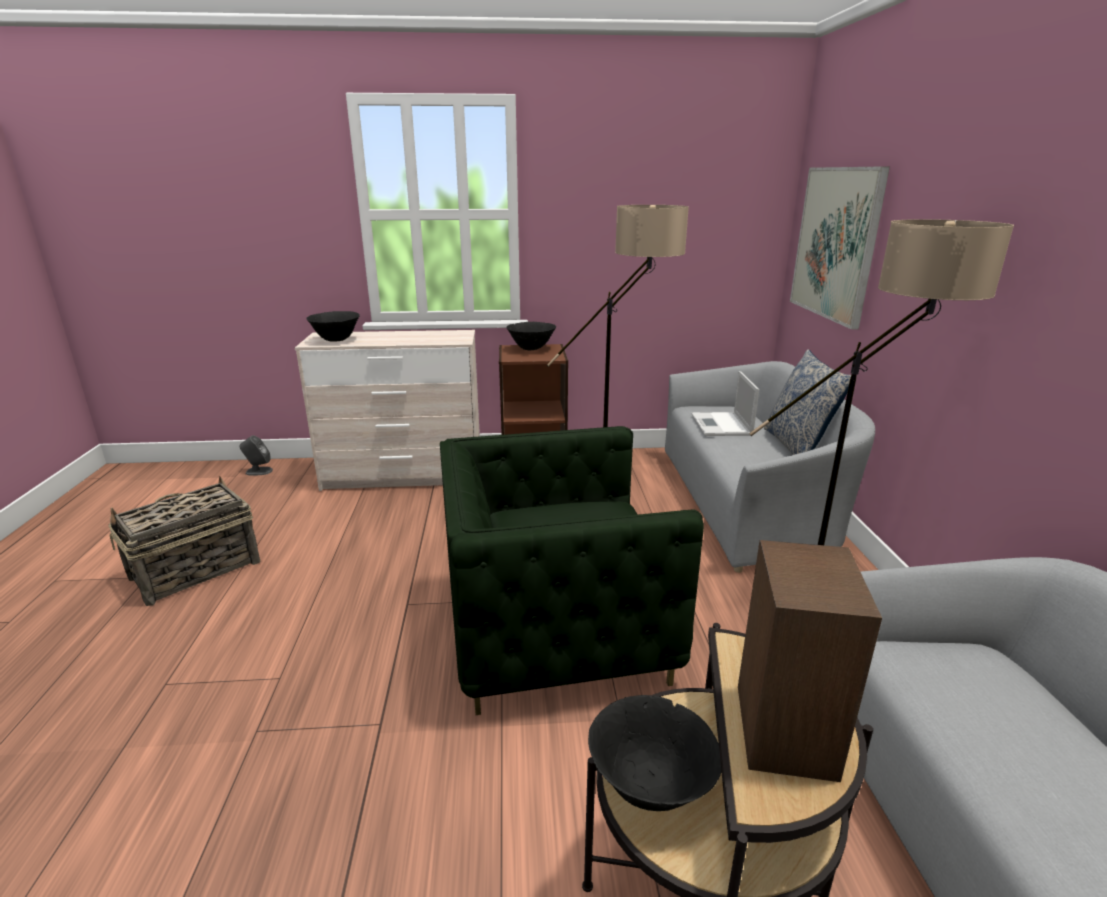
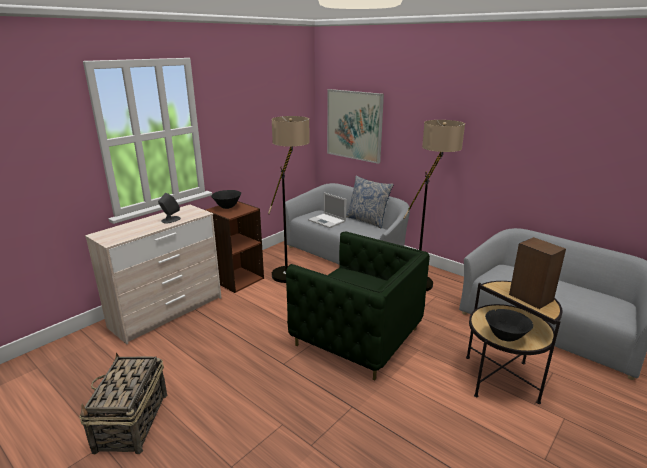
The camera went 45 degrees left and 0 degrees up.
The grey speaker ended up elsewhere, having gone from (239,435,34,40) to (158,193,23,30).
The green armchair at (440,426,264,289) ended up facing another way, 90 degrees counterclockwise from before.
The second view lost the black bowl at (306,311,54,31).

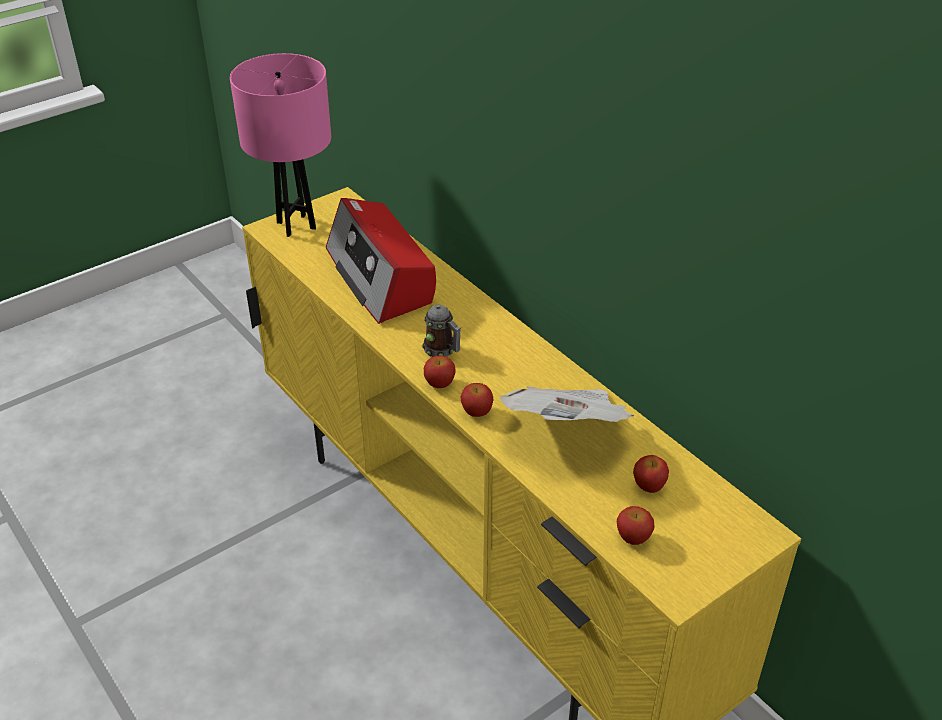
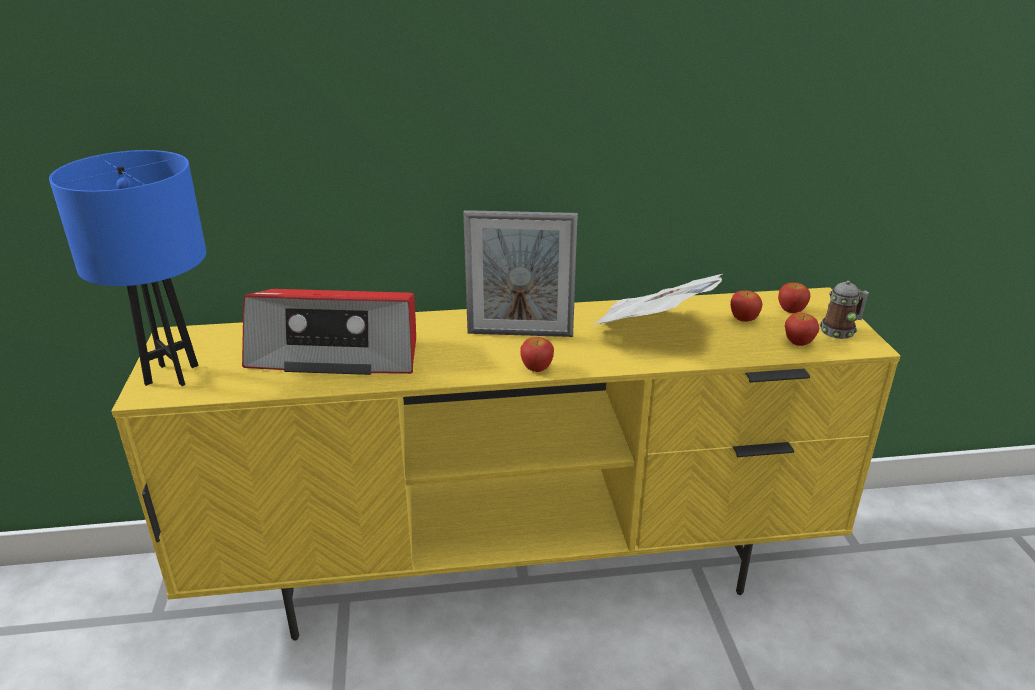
The camera went 60 degrees left and 10 degrees down.
What was the pink table lamp at (230,53,101,184) turned into the blue table lamp at (49,150,157,236).
The second view gained the picture frame at (463,210,115,127).
The apple ended up elsewhere, having gone from (461,383,32,34) to (778,282,32,31).
The mug ended up elsewhere, having gone from (422,305,39,52) to (819,281,50,58).

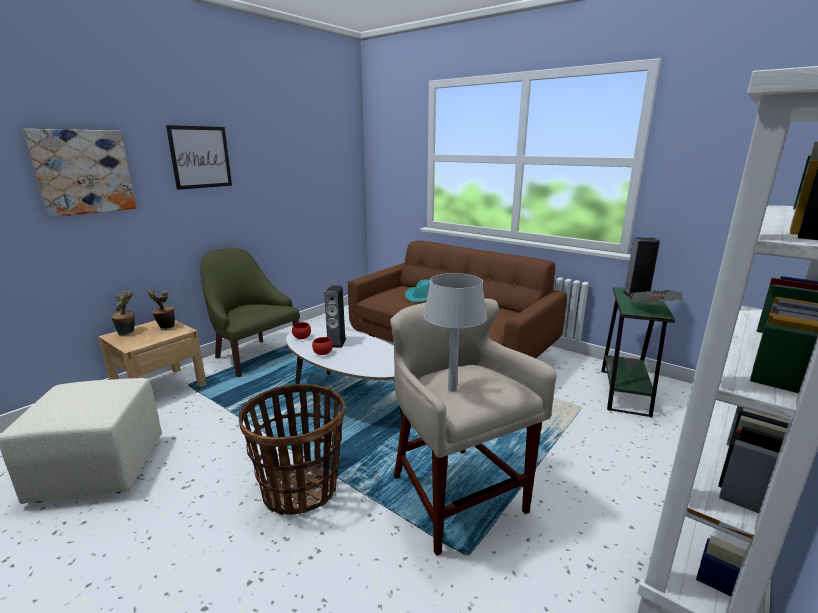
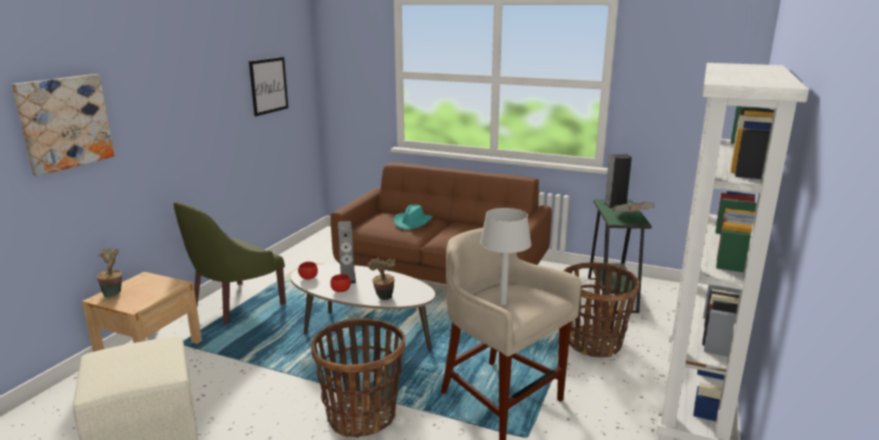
The camera went 15 degrees left and 0 degrees up.
The green armchair at (200,248,100,129) ended up facing another way, 75 degrees counterclockwise from before.
The picture ended up elsewhere, having gone from (166,125,66,65) to (249,57,39,59).
The potted plant ended up elsewhere, having gone from (147,289,28,40) to (368,258,28,42).
The second view gained the basket at (563,262,77,96).

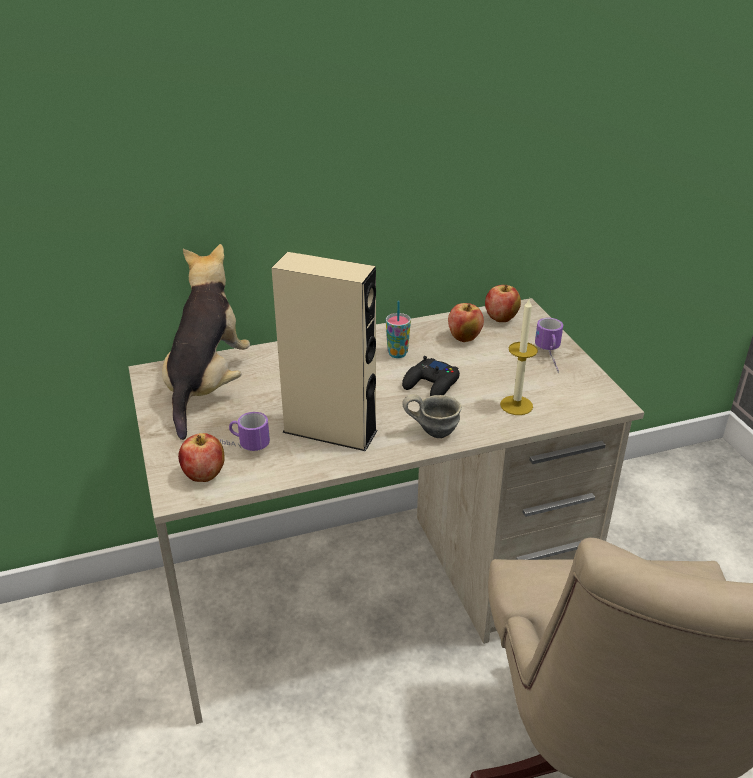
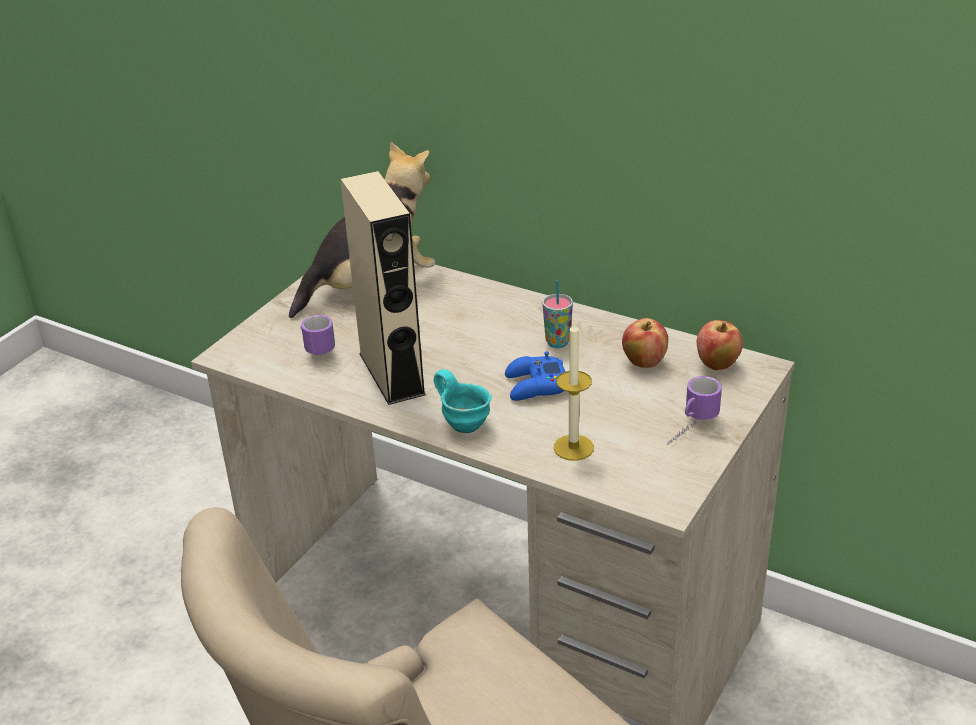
The camera went 50 degrees right and 0 degrees up.
What was the grey mug at (402,394,60,44) turned into the turquoise mug at (434,369,57,64).
What was the black game controller at (402,356,58,40) turned into the blue game controller at (505,351,60,50).
The second view lost the apple at (178,433,47,49).

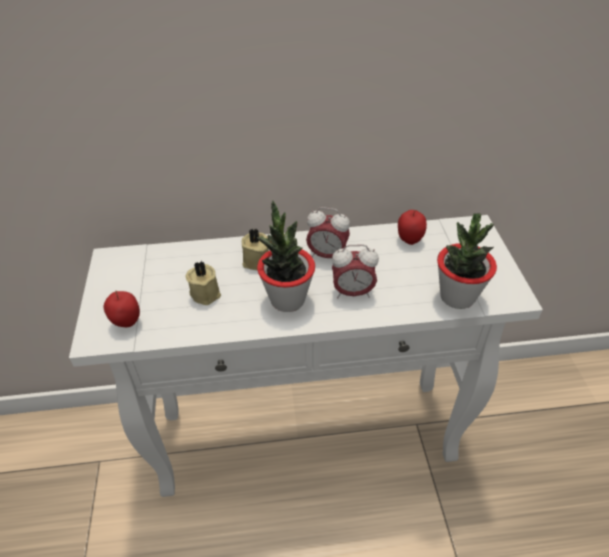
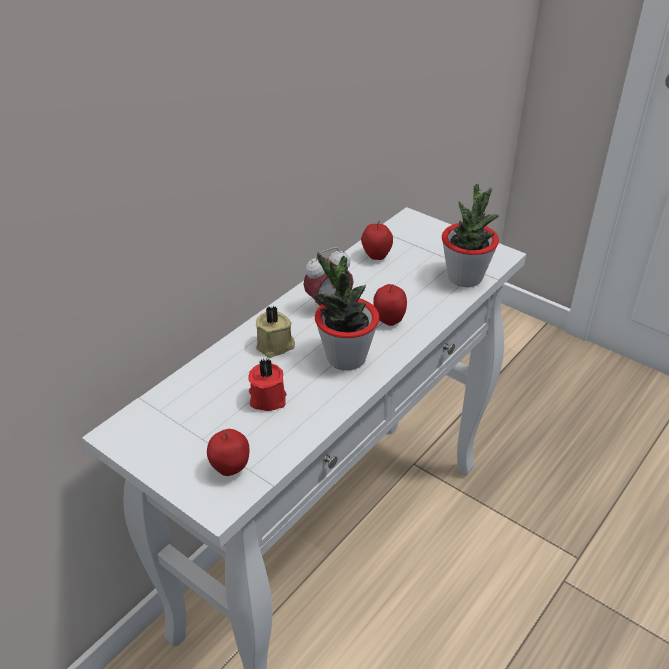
The camera went 45 degrees left and 5 degrees down.
What was the beige candle at (186,261,35,44) turned into the red candle at (248,358,39,53).
Where the alarm clock stood at (332,245,47,53), the apple came to stand at (373,284,34,42).

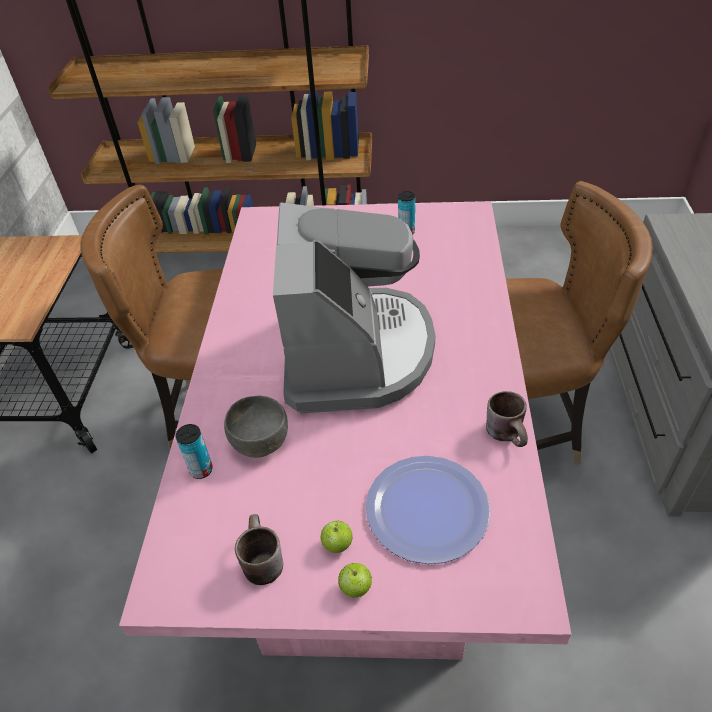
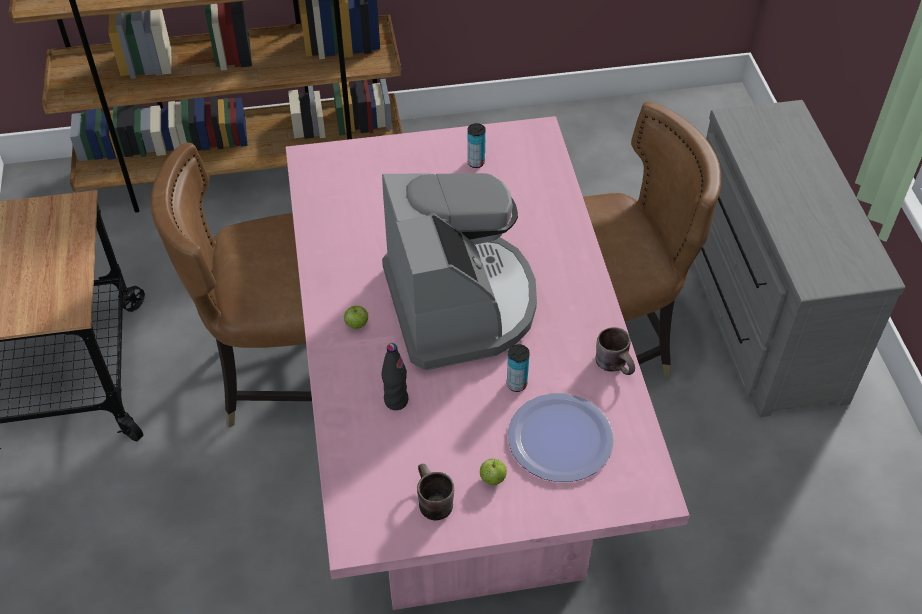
The camera went 15 degrees left and 5 degrees up.
The apple ended up elsewhere, having gone from (338,563,34,35) to (344,306,24,23).
Where the grey bowl stood at (224,396,64,62), the black bottle came to stand at (382,343,26,67).
The can ended up elsewhere, having gone from (175,424,38,55) to (507,344,23,48).

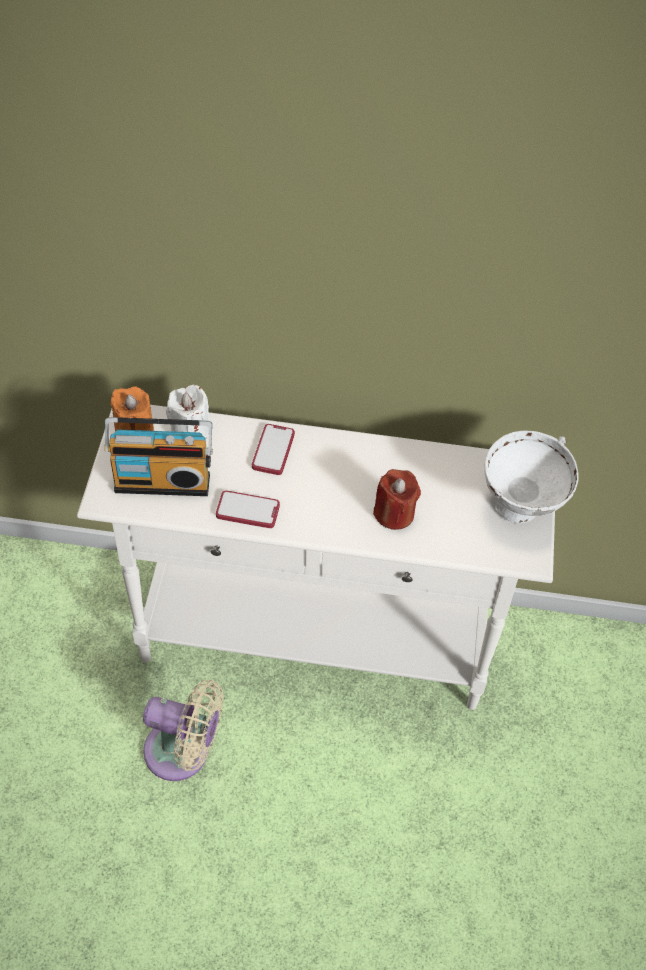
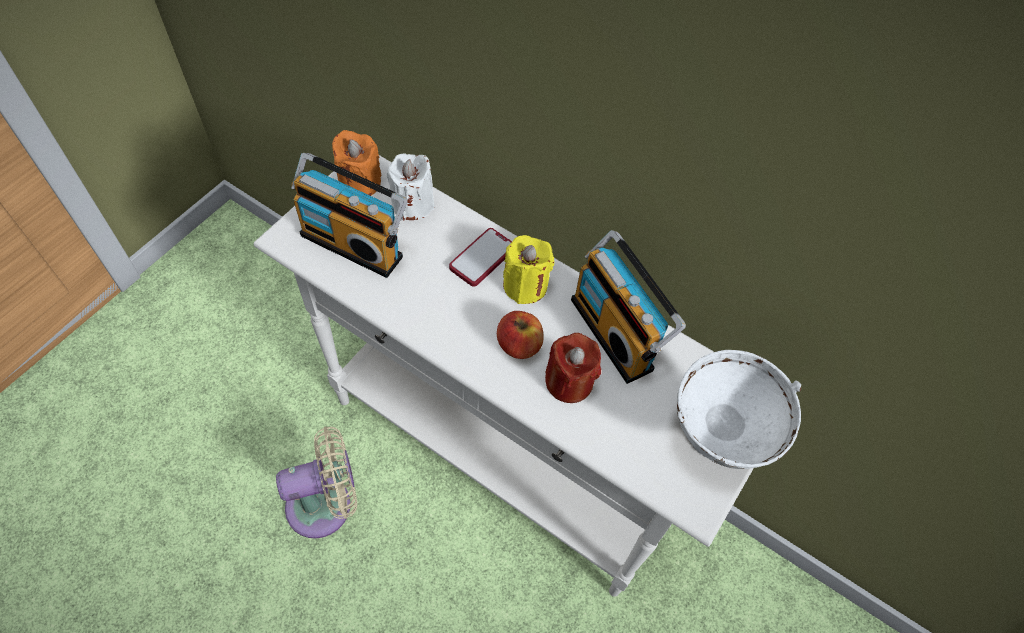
The camera went 25 degrees right and 5 degrees up.
The beige fan at (143,680,81,101) ended up facing another way, 60 degrees counterclockwise from before.
The second view gained the apple at (497,311,47,48).
The second view gained the yellow candle at (503,235,51,69).
The second view gained the radio at (571,230,115,154).
The second view lost the phone at (216,490,64,38).

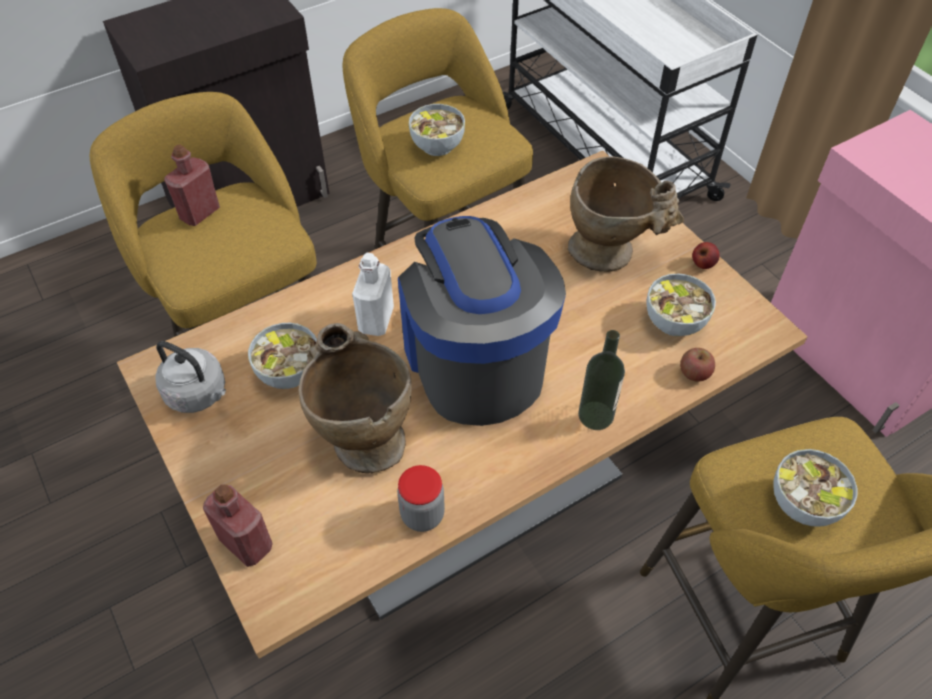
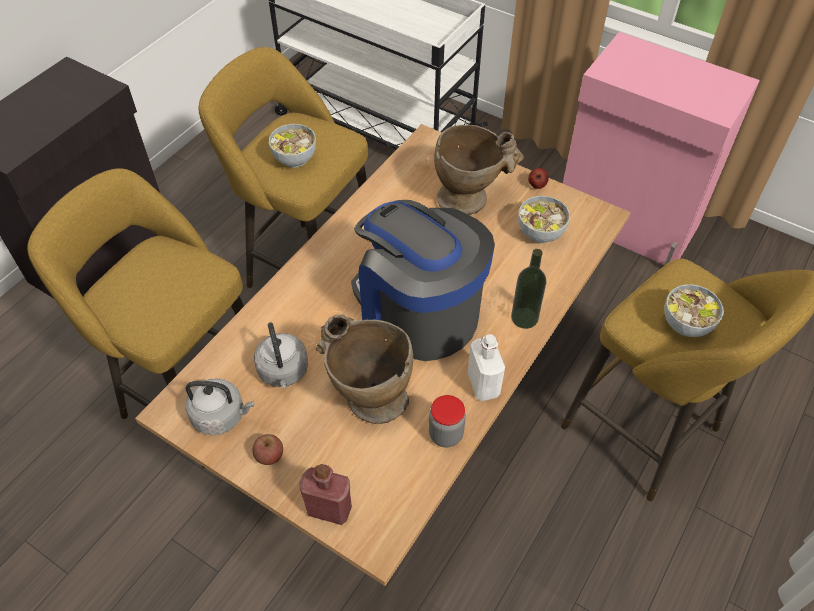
The camera went 25 degrees left and 0 degrees up.
The apple ended up elsewhere, having gone from (680,348,35,34) to (252,434,31,31).
Where the bowl stood at (248,323,69,66), the grey kettle came to stand at (254,322,54,66).
The white bottle ended up elsewhere, having gone from (352,253,42,83) to (468,334,37,67).
The second view lost the red bottle at (164,144,56,82).

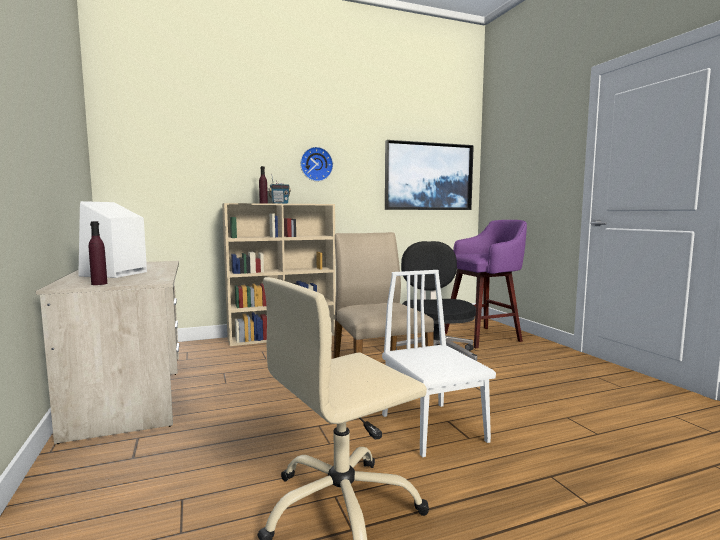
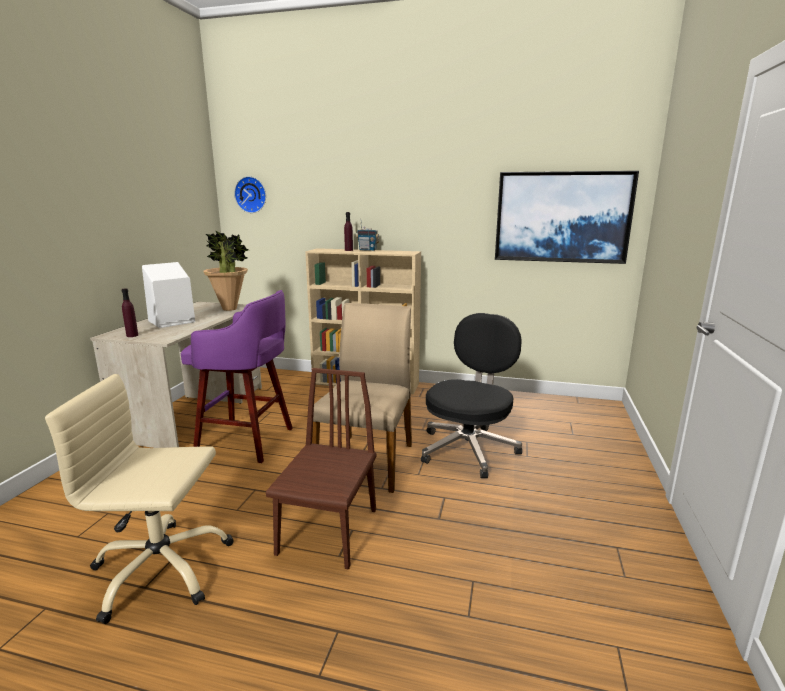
The camera went 35 degrees right and 10 degrees up.
The purple stool ended up elsewhere, having gone from (445,220,82,128) to (181,290,112,173).
The second view gained the potted plant at (203,231,45,80).
The wall clock ended up elsewhere, having gone from (300,147,33,34) to (234,176,32,37).
What was the white chair at (382,270,114,187) turned into the brown chair at (266,368,110,202).

